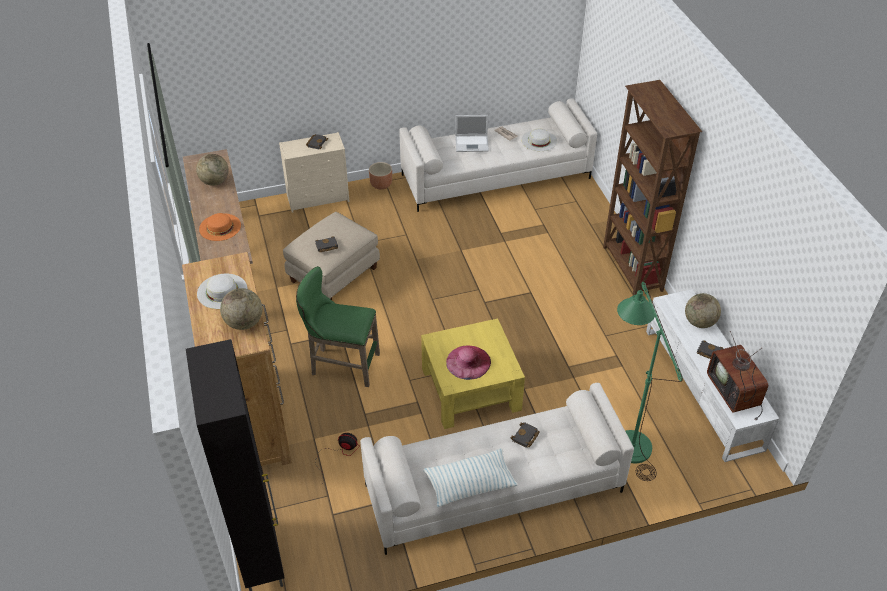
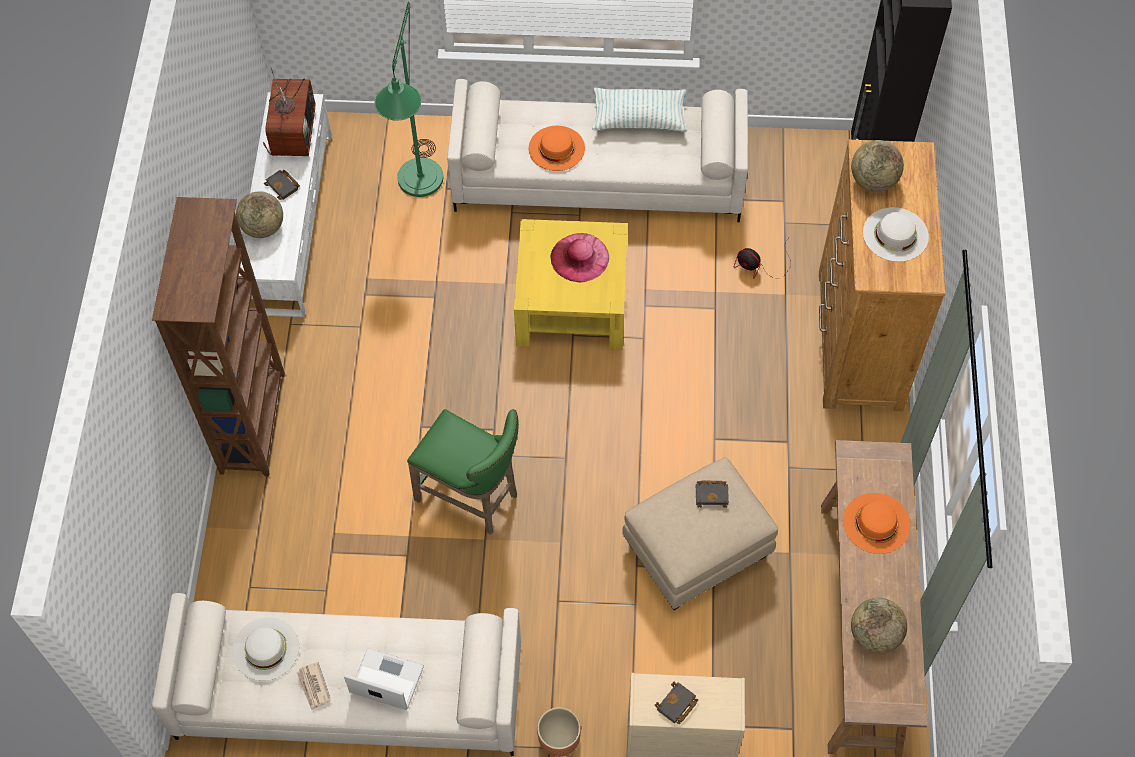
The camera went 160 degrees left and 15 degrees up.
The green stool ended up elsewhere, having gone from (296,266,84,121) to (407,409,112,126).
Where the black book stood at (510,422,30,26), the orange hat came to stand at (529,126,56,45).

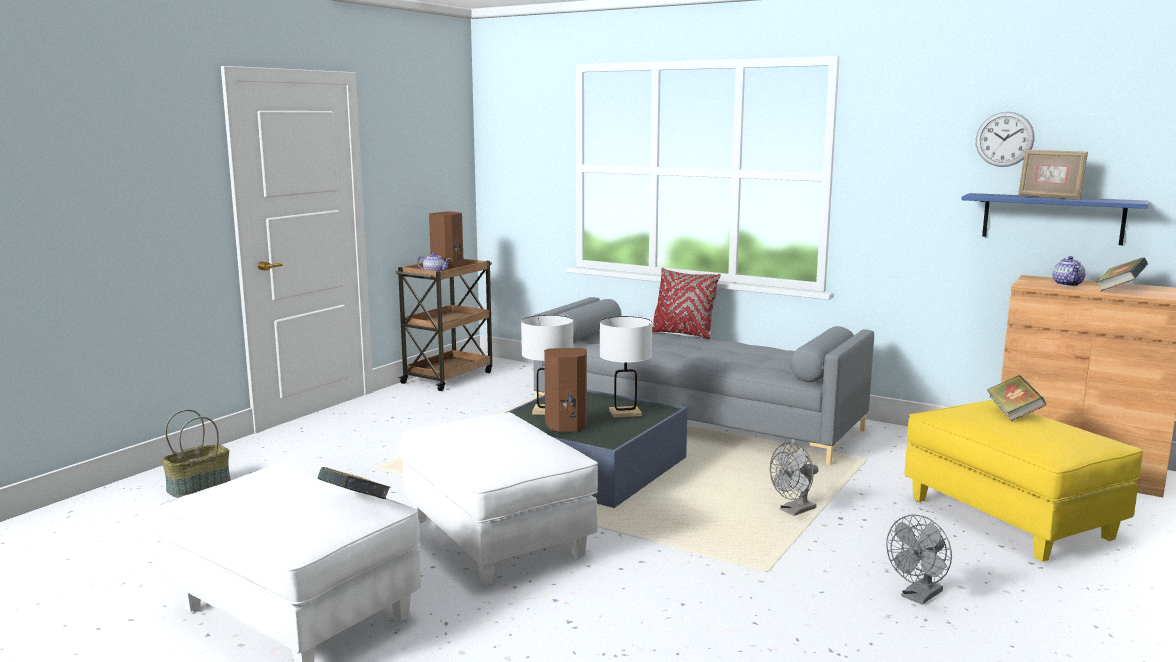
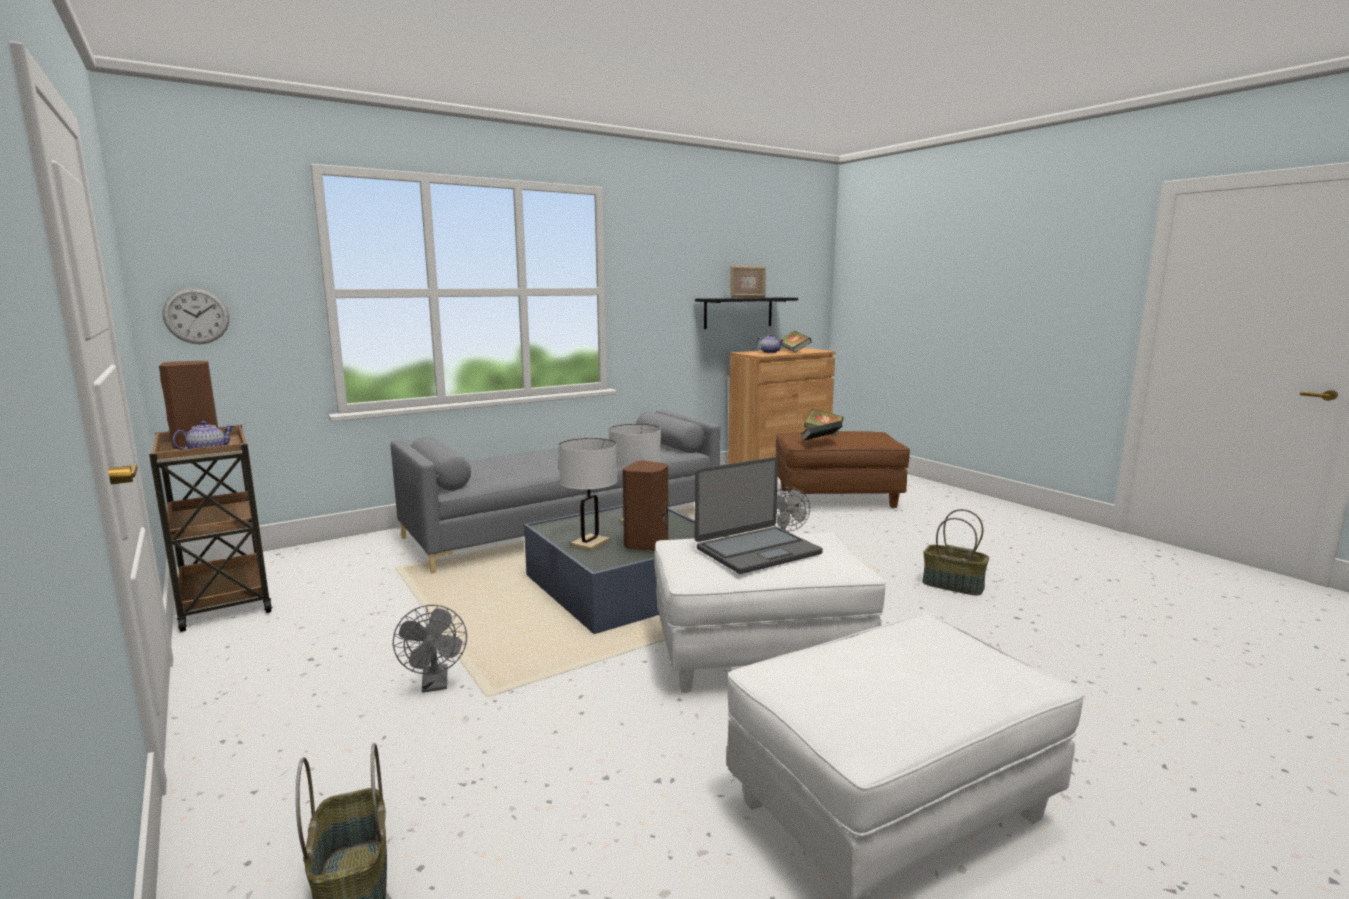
The camera went 65 degrees left and 0 degrees up.
The wall clock ended up elsewhere, having gone from (976,111,59,56) to (163,288,66,56).
The grey fan ended up elsewhere, having gone from (886,514,66,91) to (393,605,74,88).
What was the blue shelf at (962,193,187,52) turned into the black shelf at (695,297,103,32).
The second view gained the laptop at (695,457,128,117).
What was the yellow ottoman at (905,400,238,162) turned into the brown ottoman at (776,431,134,77).
The book ended up elsewhere, having gone from (318,467,73,32) to (801,421,42,20).
The second view gained the basket at (922,509,67,87).
The second view lost the red pillow at (652,268,69,71).

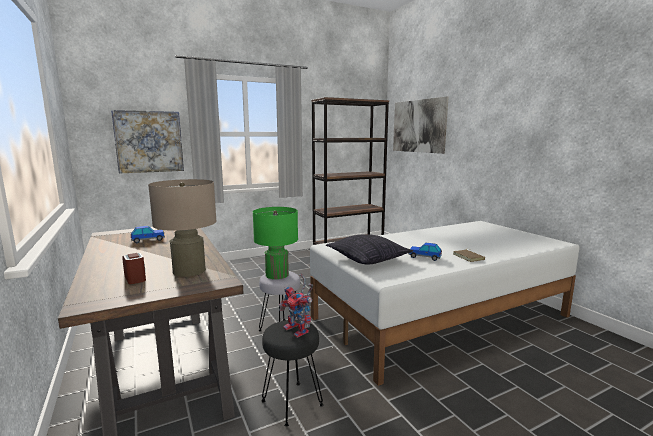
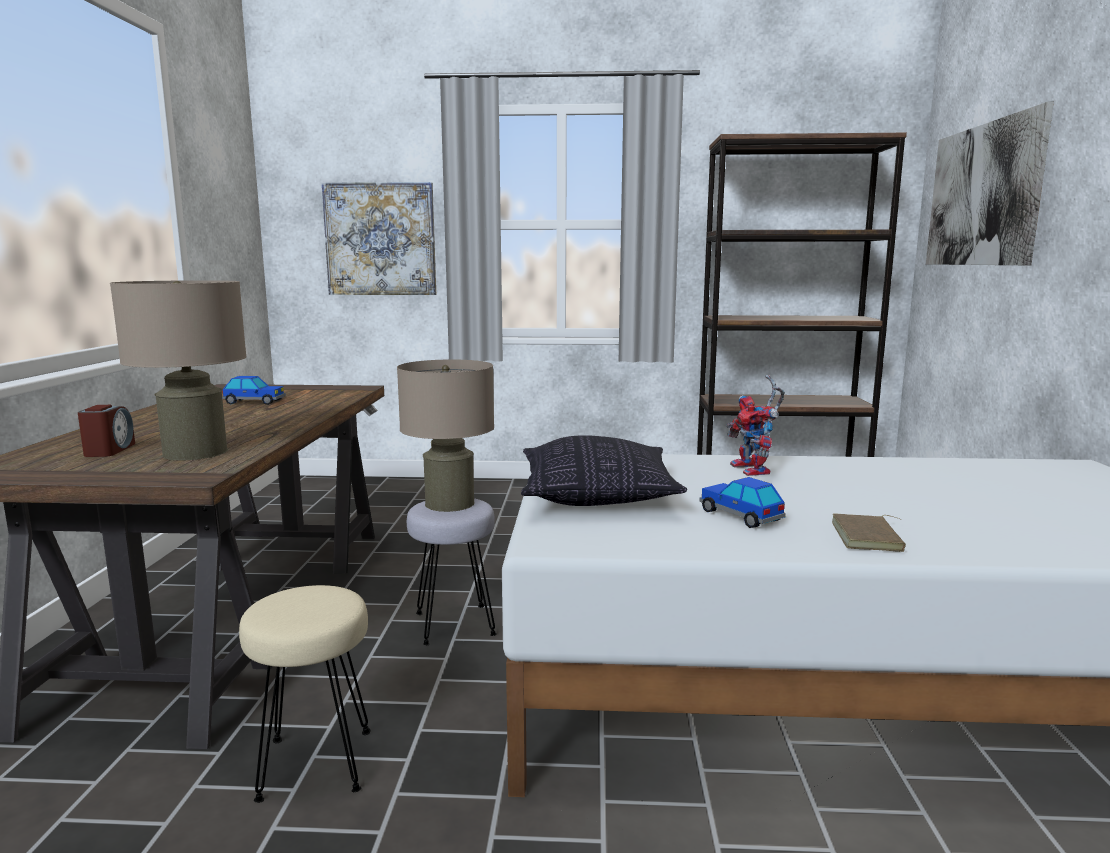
The camera went 30 degrees right and 0 degrees up.
What was the black stool at (261,320,63,107) turned into the beige stool at (239,585,132,218).
What was the green table lamp at (253,207,45,72) turned into the beige table lamp at (397,359,97,153).
The toy robot ended up elsewhere, having gone from (279,273,34,65) to (726,375,59,101).

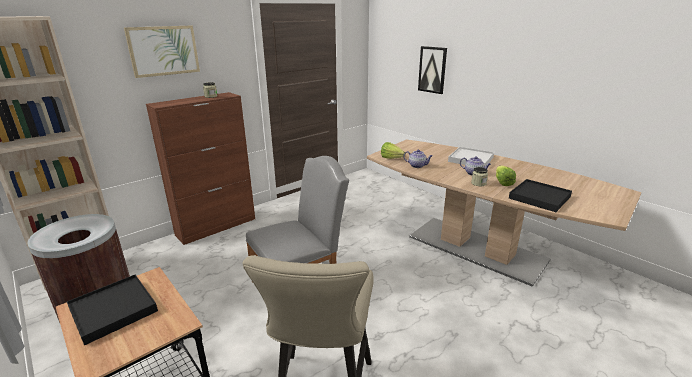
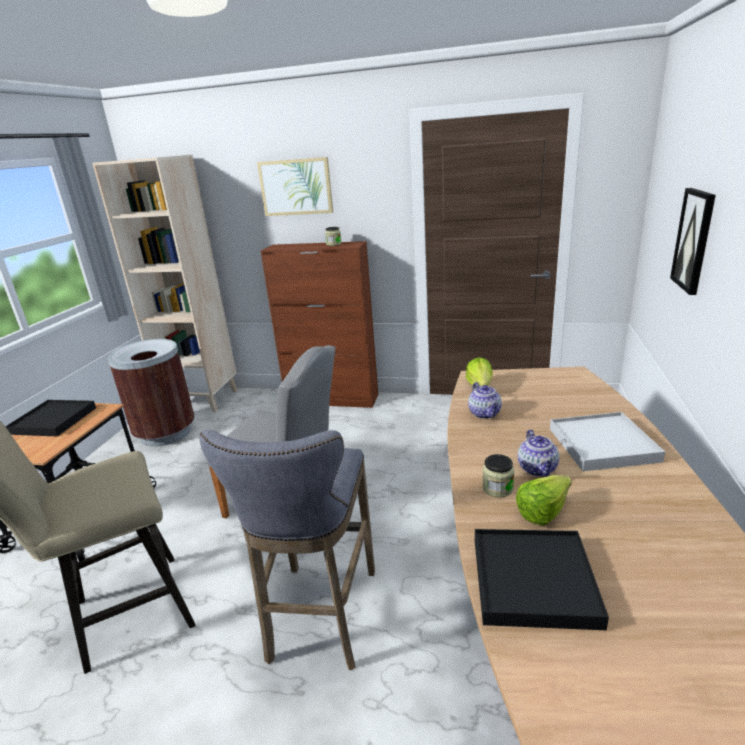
The camera went 55 degrees right and 0 degrees up.
The second view gained the grey stool at (199,430,176,240).

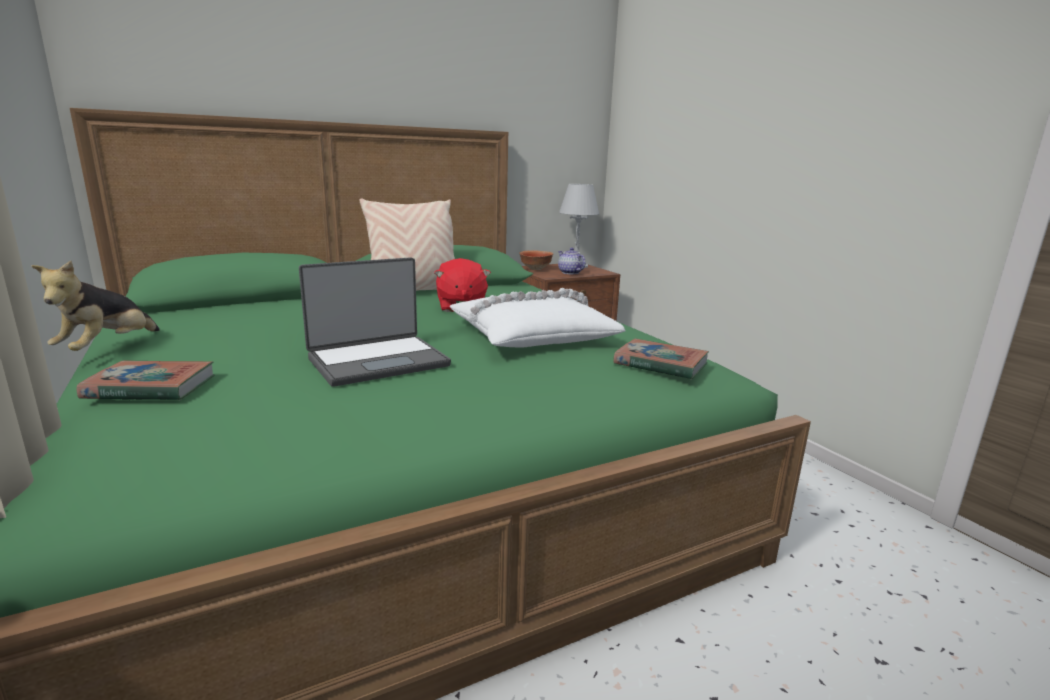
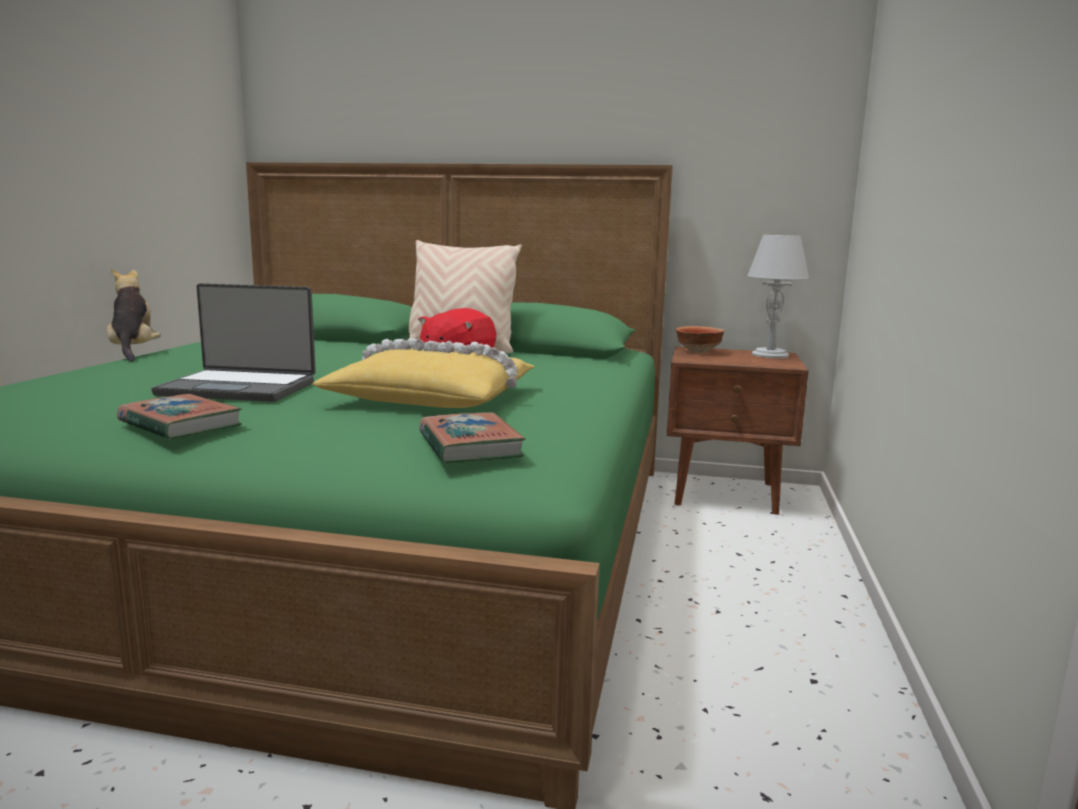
The camera went 40 degrees right and 5 degrees down.
The plush toy at (31,261,129,90) ended up facing another way, 105 degrees clockwise from before.
The book ended up elsewhere, having gone from (76,361,139,40) to (117,394,125,46).
What was the white pillow at (450,288,176,60) turned into the yellow pillow at (312,338,223,70).
The second view lost the teapot at (558,248,27,26).

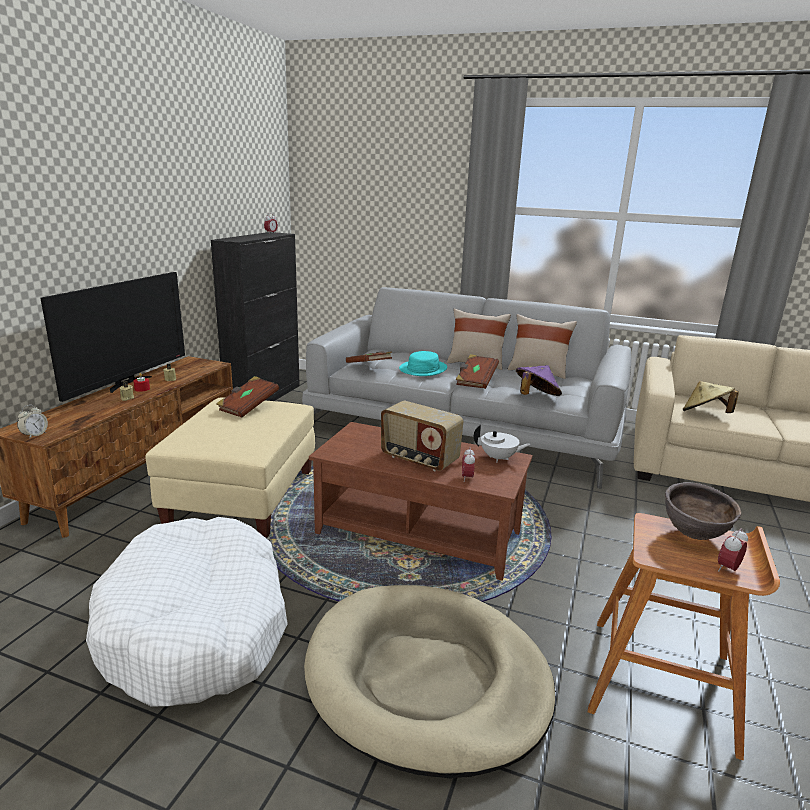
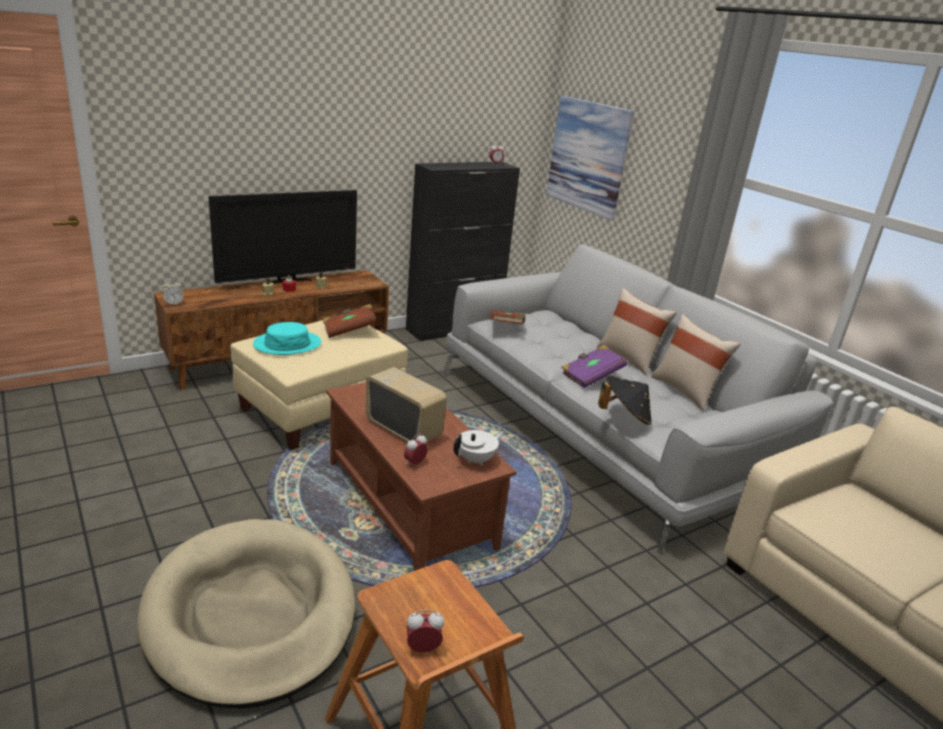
The camera went 35 degrees right and 5 degrees up.
The turquoise hat ended up elsewhere, having gone from (399,351,48,25) to (253,322,68,33).
The radio at (381,400,83,71) ended up facing another way, 150 degrees clockwise from before.
The white teapot at (474,425,57,38) ended up facing another way, 90 degrees counterclockwise from before.
The second view gained the picture at (546,95,88,125).
What was the brown book at (456,354,43,35) turned into the purple book at (562,345,65,43).
What was the purple hat at (516,365,46,31) turned into the black hat at (598,376,54,49).
The second view lost the white dog bed at (86,517,202,190).
The second view lost the brown bowl at (665,482,76,58).
The second view lost the beige hat at (683,381,56,32).

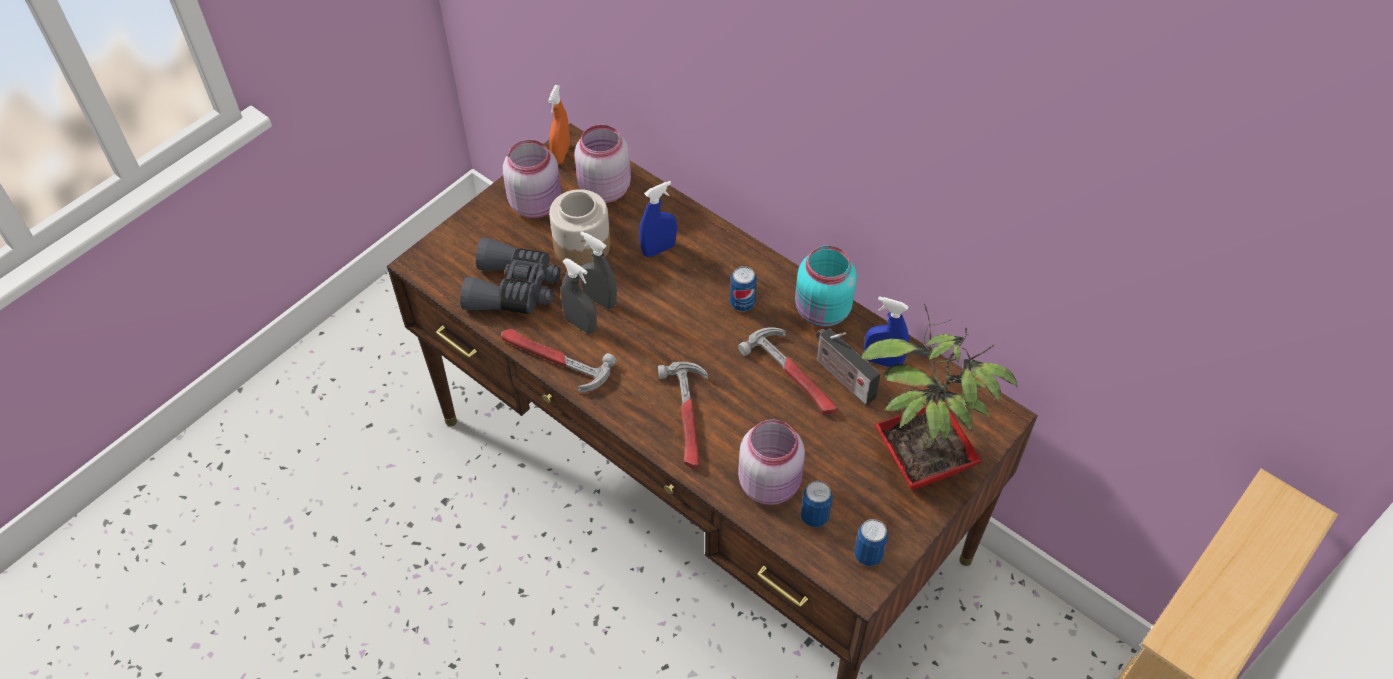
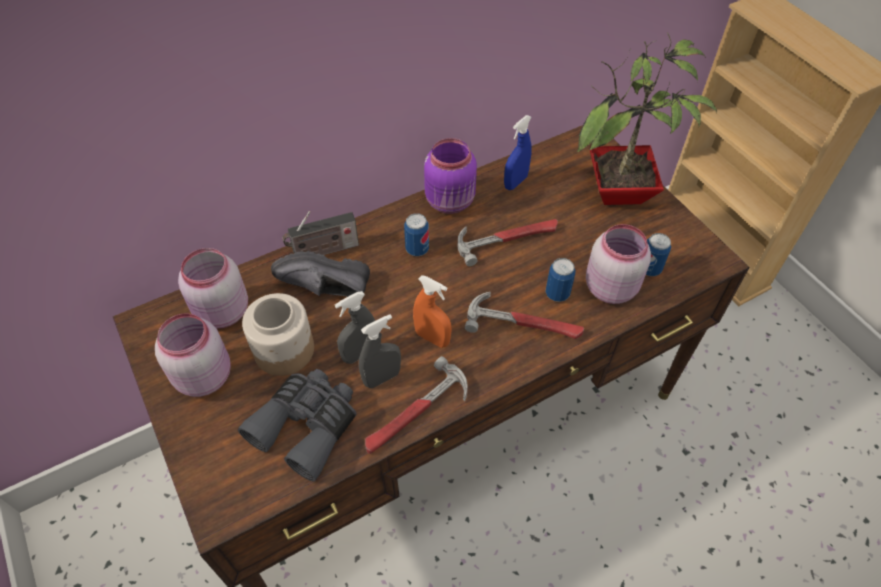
The camera went 70 degrees left and 0 degrees up.
Where the blue spray bottle stood at (640,181,37,76), the black shoe came to stand at (271,251,99,46).
The radio ended up elsewhere, having gone from (816,328,65,77) to (282,211,77,44).
The orange spray bottle ended up elsewhere, having gone from (548,85,22,79) to (413,275,38,73).
What was the turquoise jar at (795,246,62,81) turned into the purple jar at (424,138,53,76).
The can ended up elsewhere, having gone from (854,519,34,47) to (546,258,30,44).

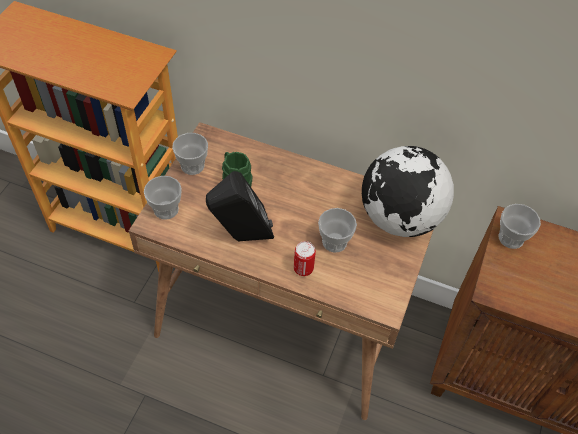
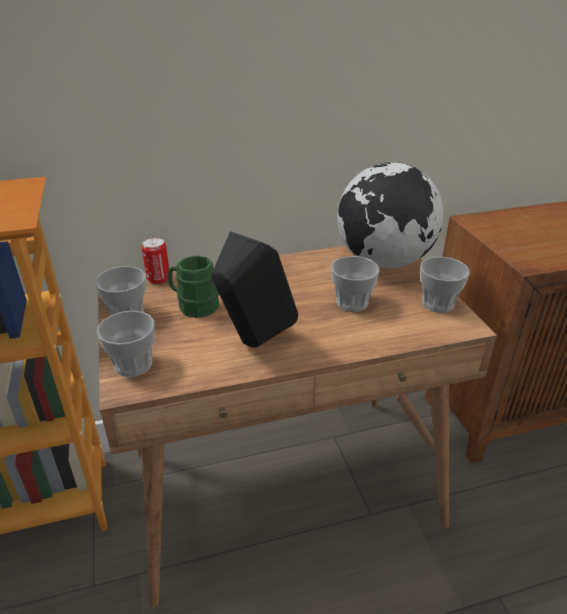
The camera went 35 degrees left and 20 degrees down.
The can ended up elsewhere, having gone from (294,241,22,35) to (142,237,27,47).
The cup ended up elsewhere, having gone from (499,204,42,45) to (420,257,49,56).

